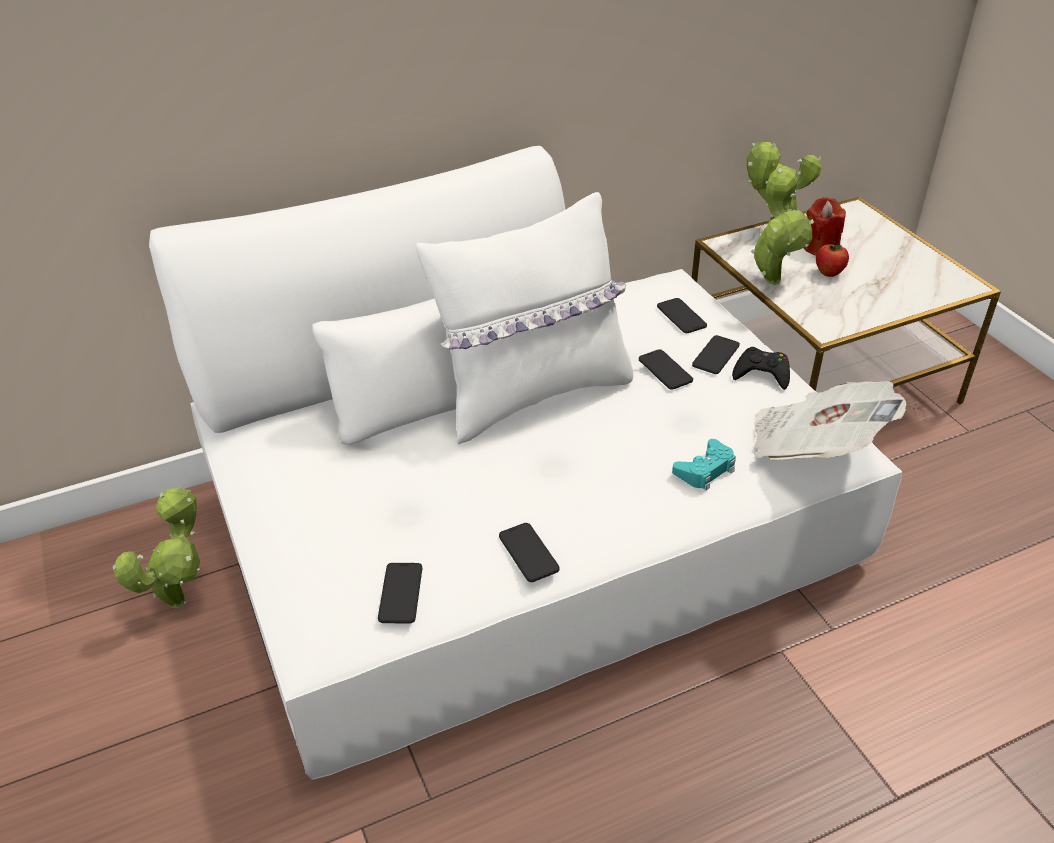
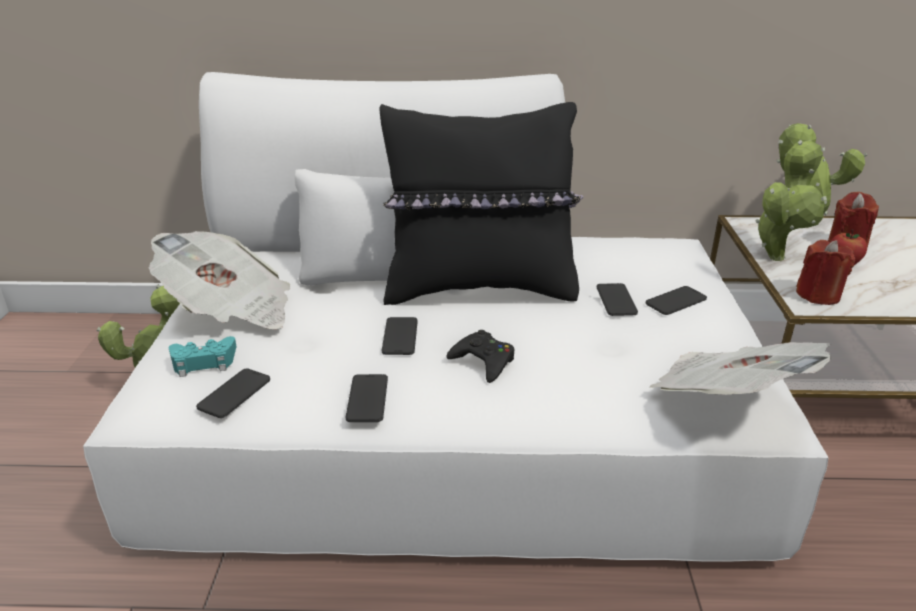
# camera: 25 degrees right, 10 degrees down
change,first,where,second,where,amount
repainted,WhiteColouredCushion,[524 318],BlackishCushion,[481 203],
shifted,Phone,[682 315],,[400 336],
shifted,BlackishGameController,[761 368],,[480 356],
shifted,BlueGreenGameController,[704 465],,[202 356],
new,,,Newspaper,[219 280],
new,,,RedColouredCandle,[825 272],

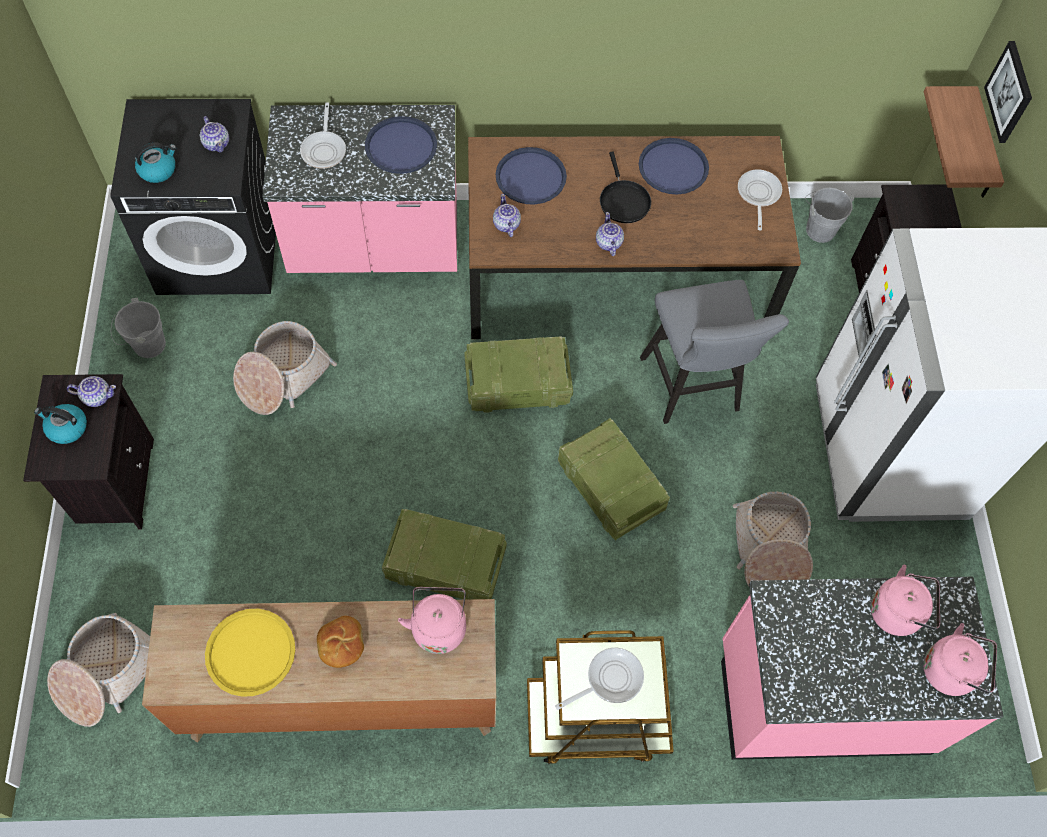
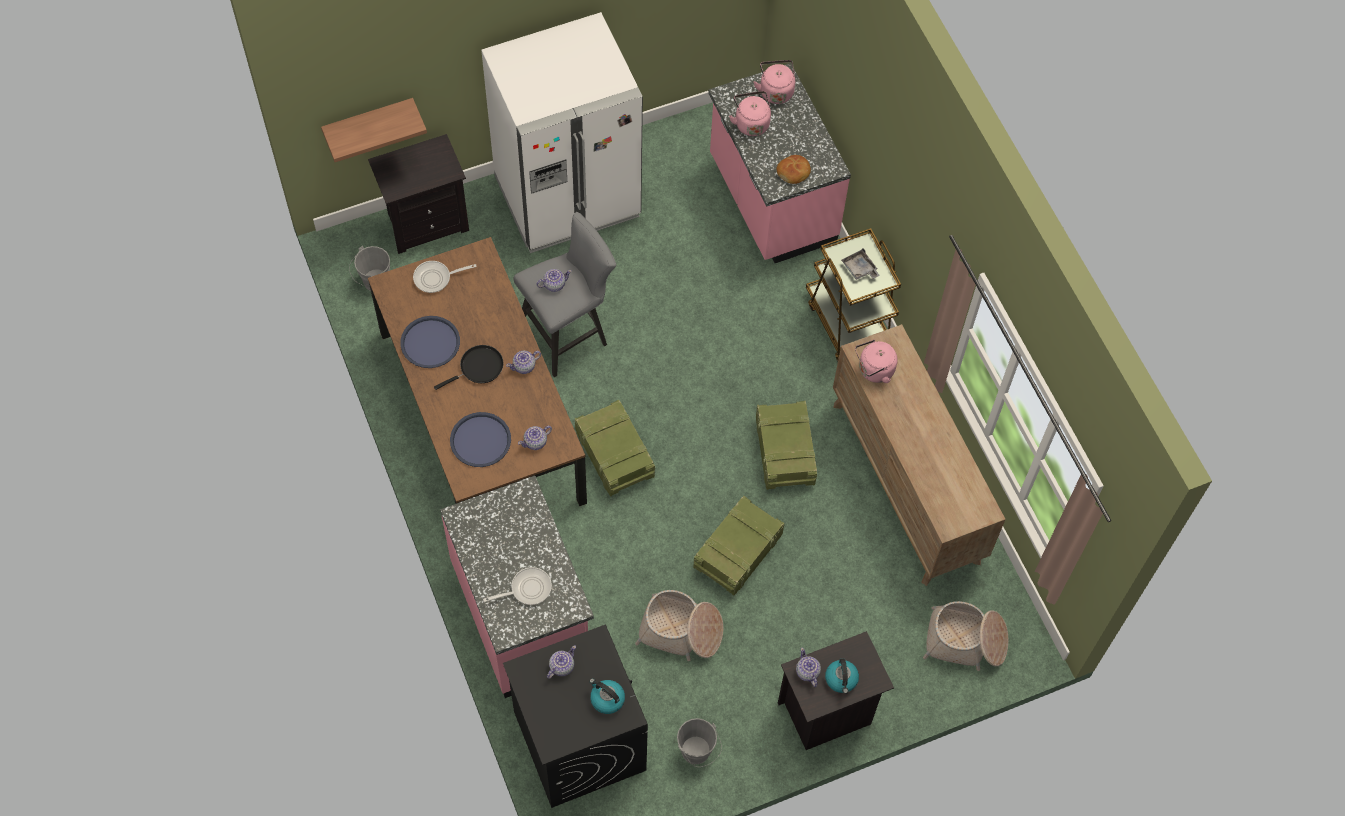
# camera: 110 degrees left, 0 degrees up
change,first,where,second,where,amount
gone,WallArt,[1008 92],,,
gone,BlueColouredServingTray,[401 145],,,
shifted,ShippingCrate,[614 479],,[738 546],
gone,Basket,[773 539],,,
gone,YellowServingTray,[250 653],,,
shifted,BakedBread,[340 642],,[794 169],
swapped,Skillet,[599 679],GreyServingTray,[860 264],
new,,,TeaPot,[554 280],

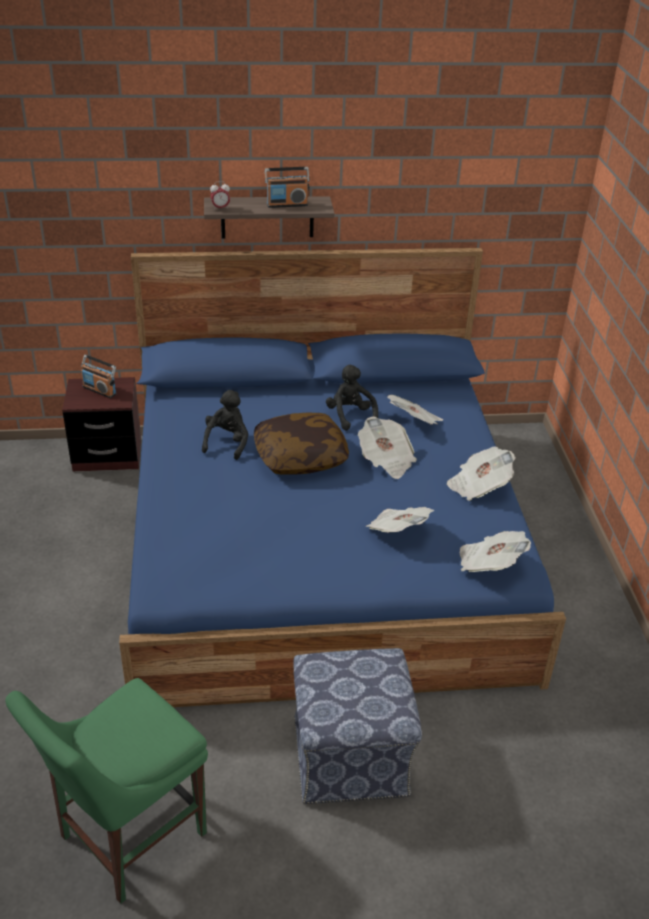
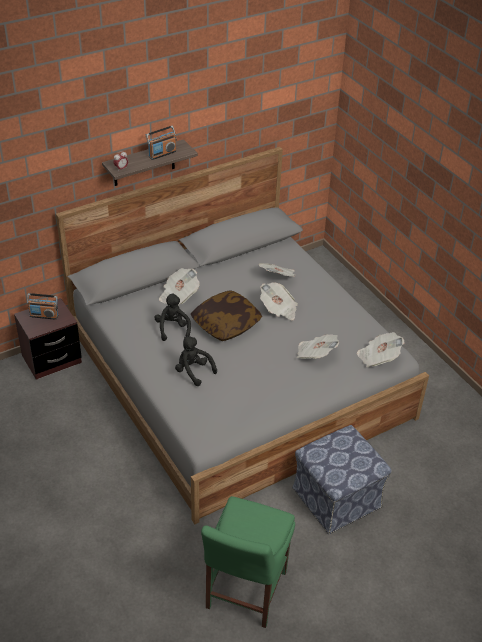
# camera: 25 degrees left, 5 degrees up
change,first,where,second,where,amount
repainted,BlueColouredSleepingBed,[342 477],GreySleepingBed,[242 335],
shifted,BlackishCuddlyToy,[352 398],,[196 361],
shifted,Newspaper,[481 474],,[179 287],

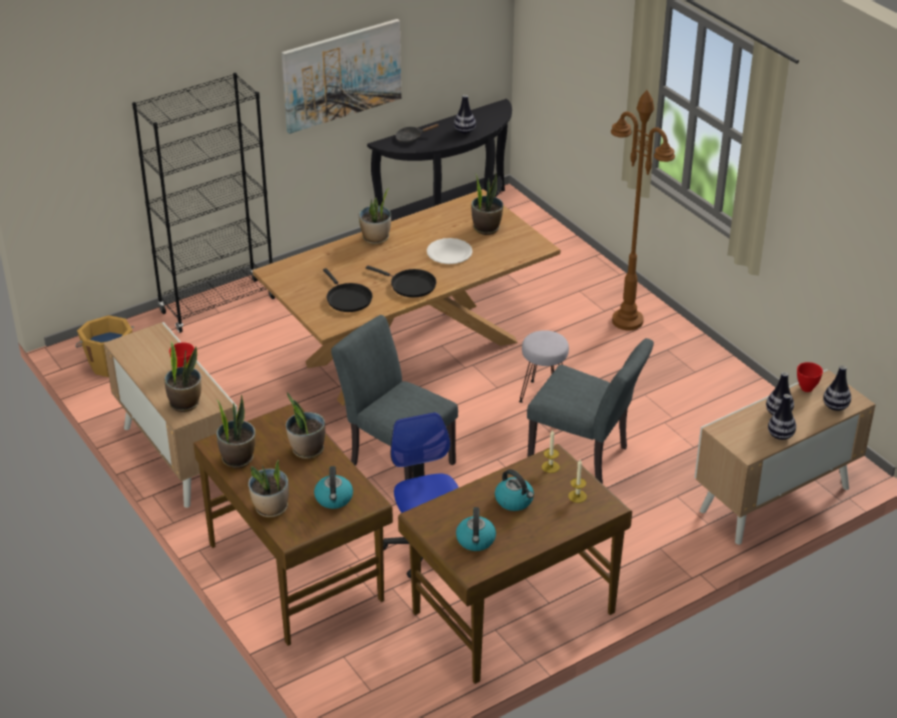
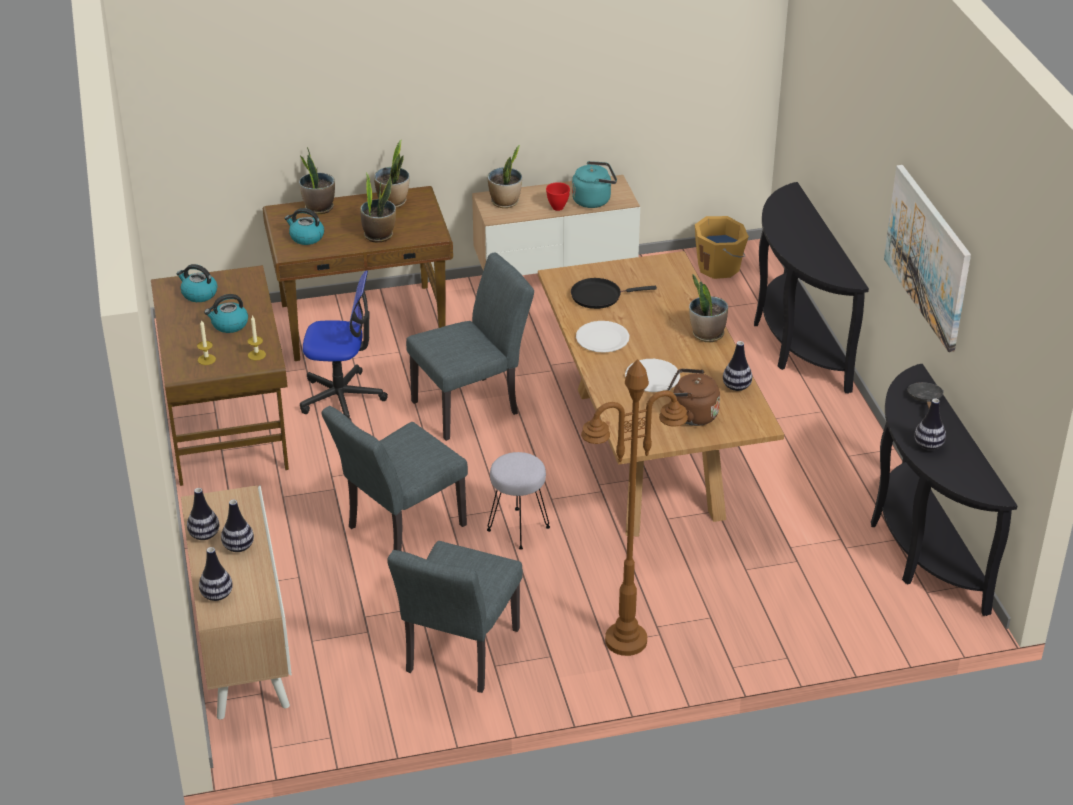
# camera: 110 degrees right, 0 degrees up
change,first,where,second,where,amount
swapped,BlackishBookshelf,[203 203],BlackishHallTable,[811 288],
swapped,Houseplant,[487 204],BrownWaterKettle,[693 397],
swapped,BlackishSkillet,[401 281],WhiteColouredFlatDish,[602 337],
gone,RedColouredBowl,[810 377],,,
new,,,BlueGreenWaterKettle,[594 184],
new,,,FlowerVase,[737 366],
new,,,GreyUprightChair,[455 617],

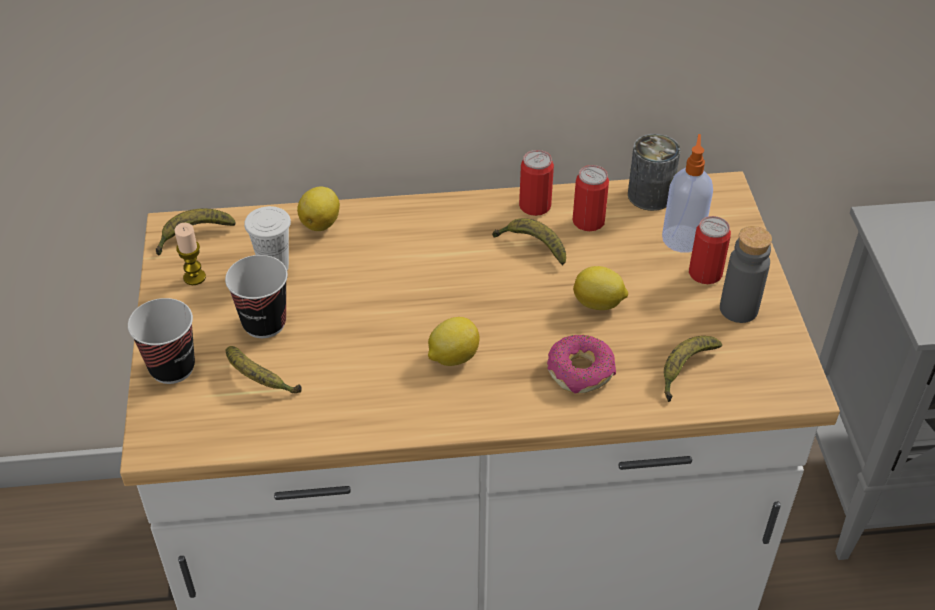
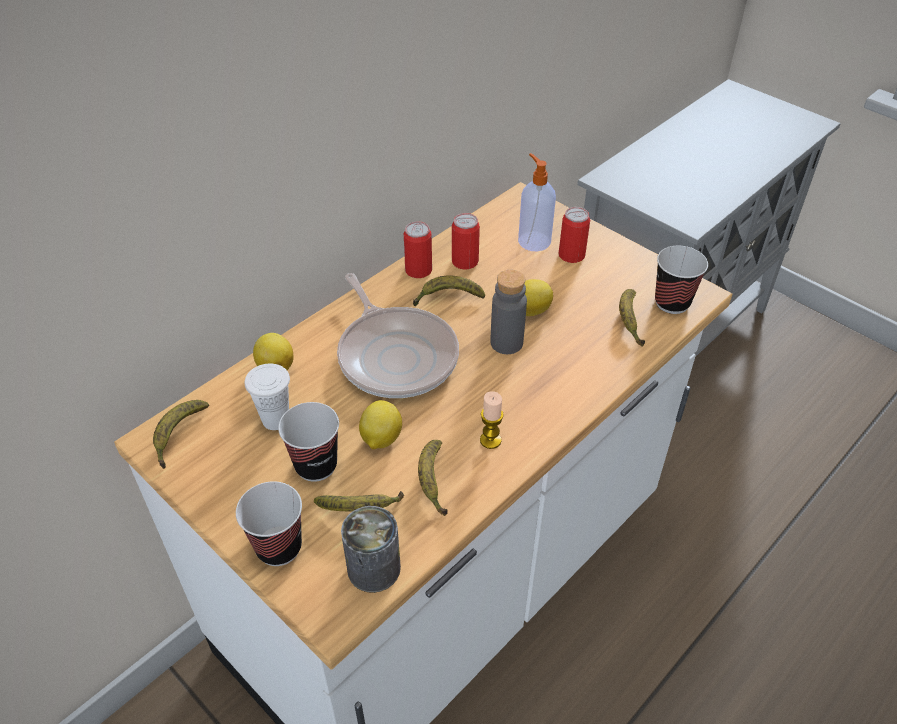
# camera: 40 degrees left, 0 degrees up
change,first,where,second,where,amount
shifted,SealedCan,[654 172],,[371 549],
shifted,Candle,[190 254],,[492 420],
shifted,GreyDrinkBottle,[746 274],,[508 312],
shifted,WholeLemon,[454 341],,[380 424],
gone,RingDoughnut,[581 364],,,
new,,,Cup,[681 280],
new,,,Skillet,[398 335],
new,,,Banana,[432 478],

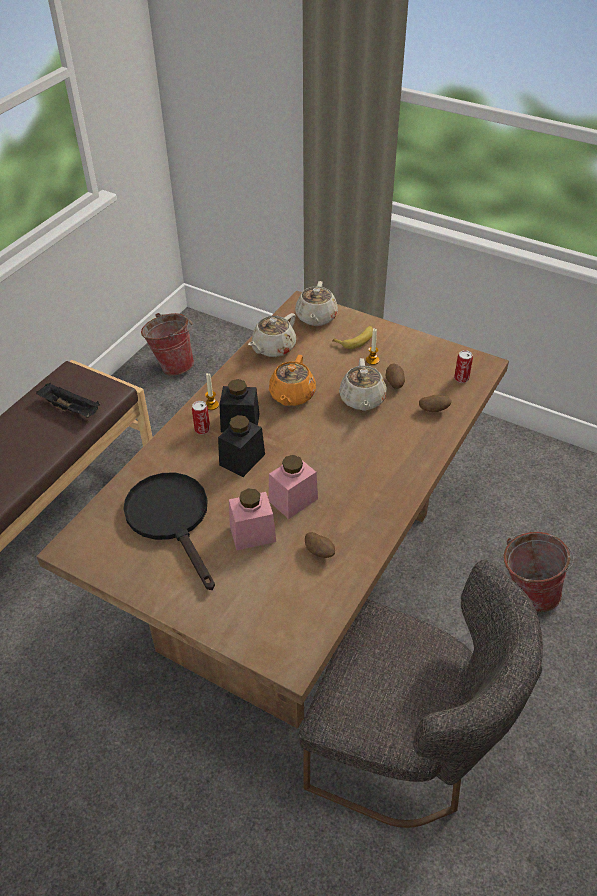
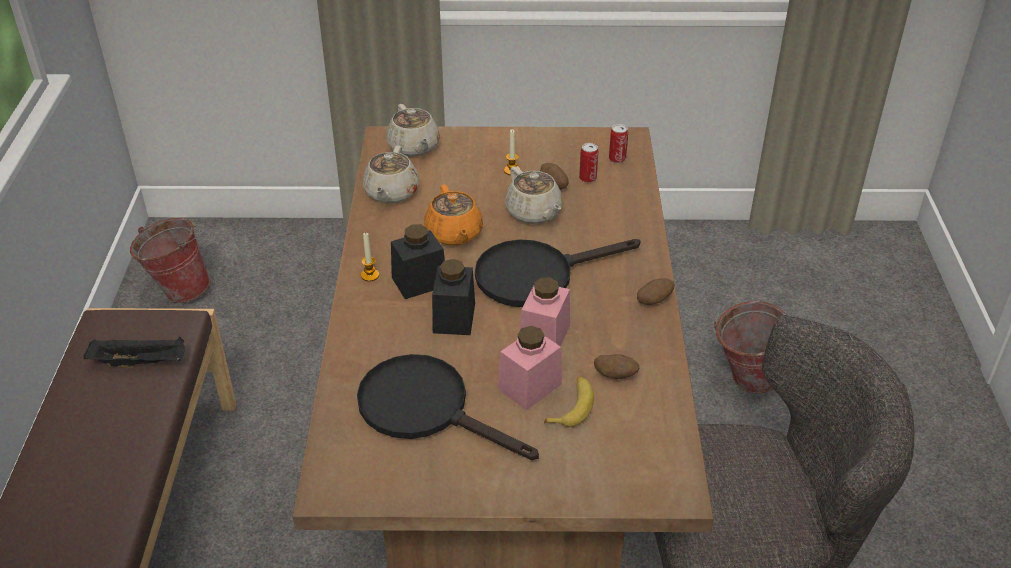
# camera: 30 degrees left, 5 degrees down
change,first,where,second,where,amount
shifted,Banana,[352 337],,[569 401],
shifted,Potato,[435 403],,[656 291],
shifted,SealedCan,[201 417],,[589 163],
new,,,BlackishSkillet,[558 273],

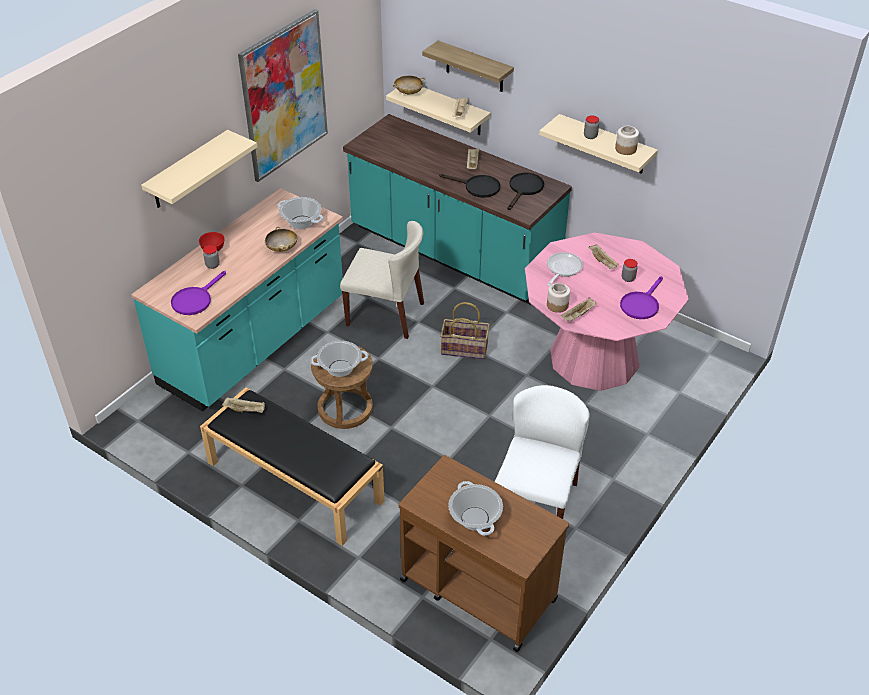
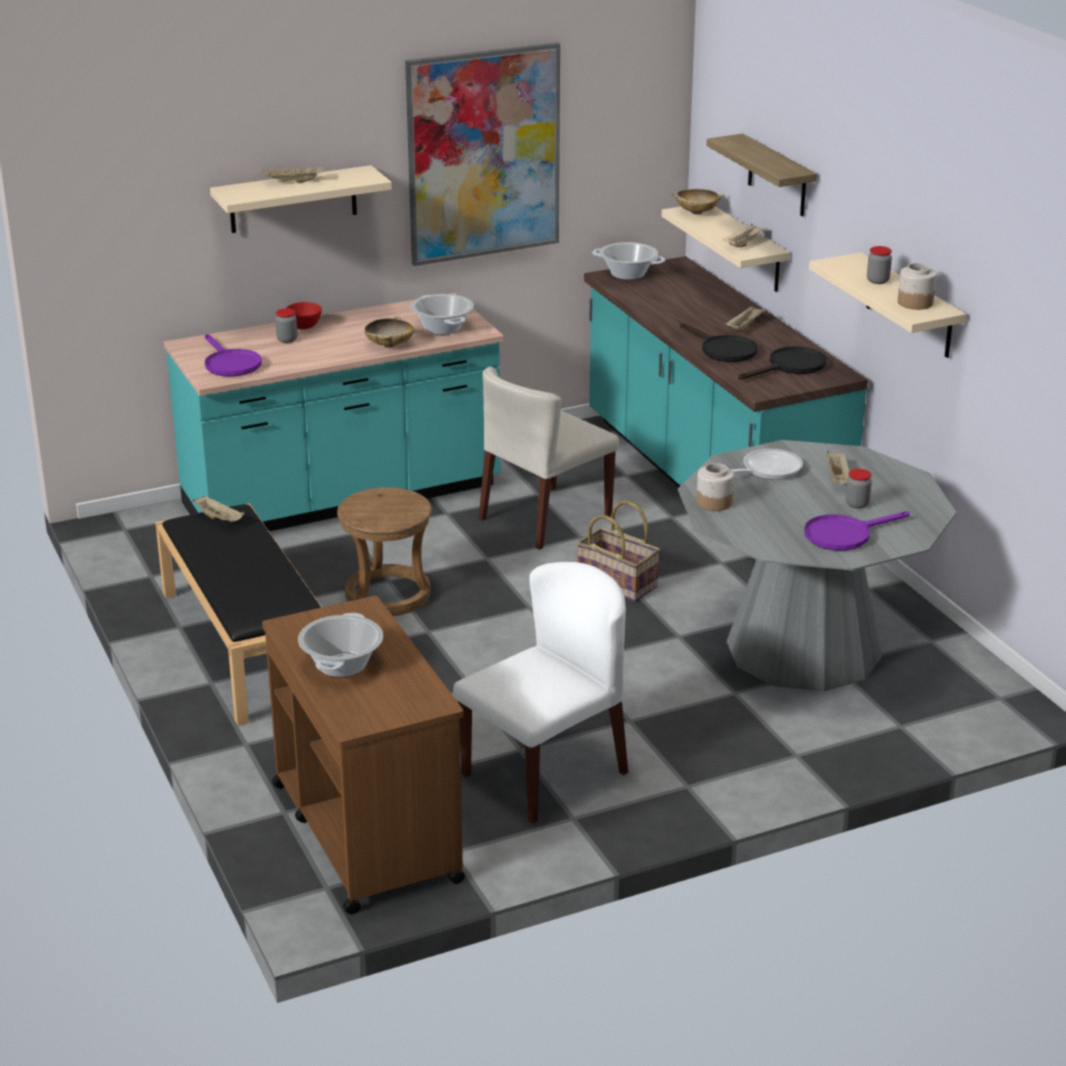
# camera: 30 degrees right, 15 degrees down
change,first,where,second,where,amount
rotated,BeigeColouredUprightChair,[382 280],,[549 458],90 degrees clockwise
repainted,PinkColouredDiningTable,[607 311],GreyDiningTable,[817 565],
rotated,PurpleSkillet,[198 293],,[233 355],90 degrees counterclockwise
shifted,BeigeColouredServingTray,[579 309],,[293 174],
shifted,Saucepot,[339 359],,[628 261],

